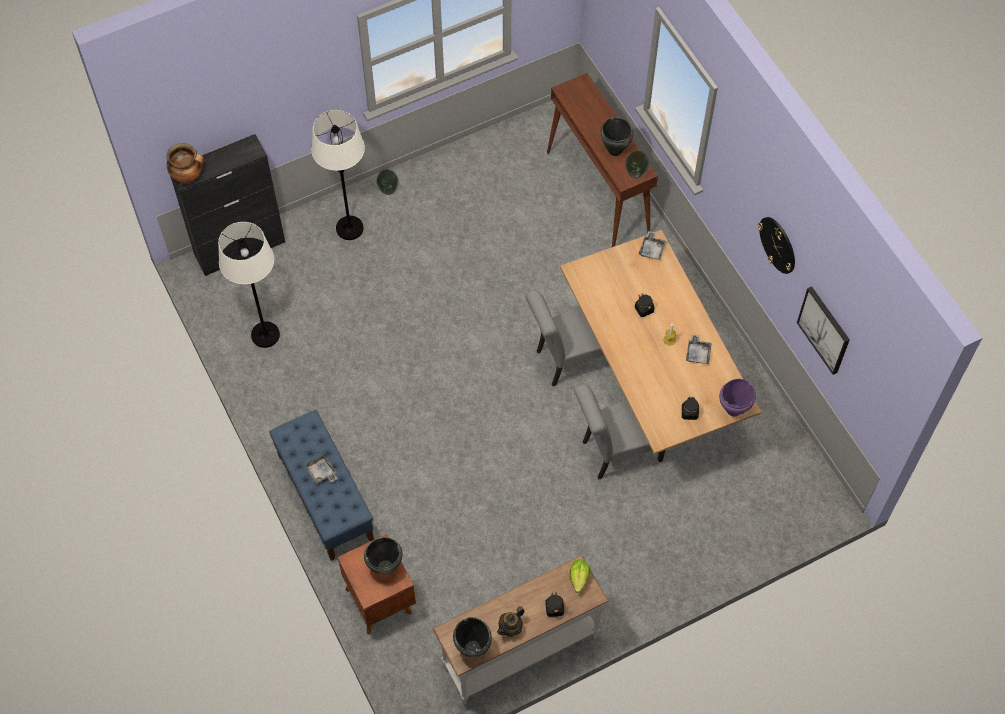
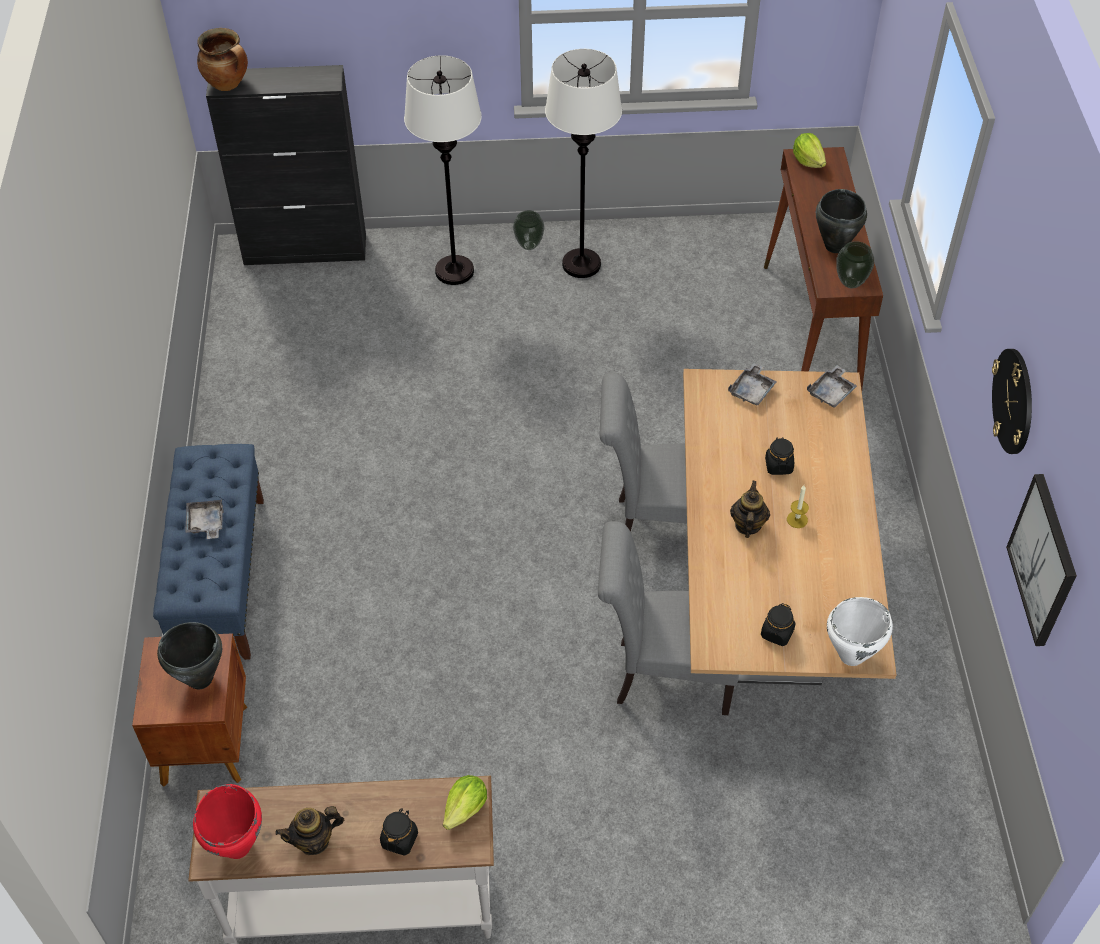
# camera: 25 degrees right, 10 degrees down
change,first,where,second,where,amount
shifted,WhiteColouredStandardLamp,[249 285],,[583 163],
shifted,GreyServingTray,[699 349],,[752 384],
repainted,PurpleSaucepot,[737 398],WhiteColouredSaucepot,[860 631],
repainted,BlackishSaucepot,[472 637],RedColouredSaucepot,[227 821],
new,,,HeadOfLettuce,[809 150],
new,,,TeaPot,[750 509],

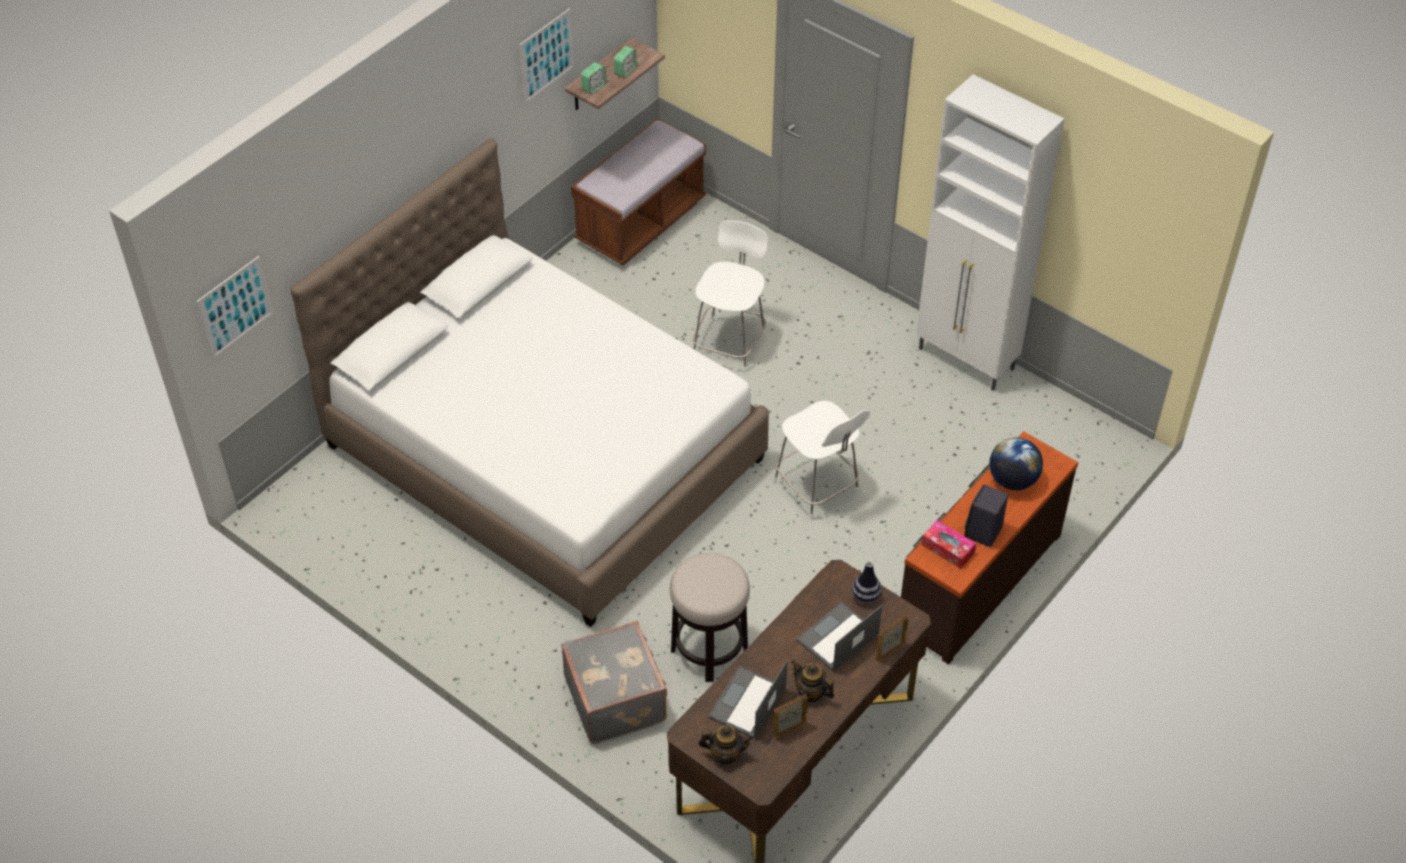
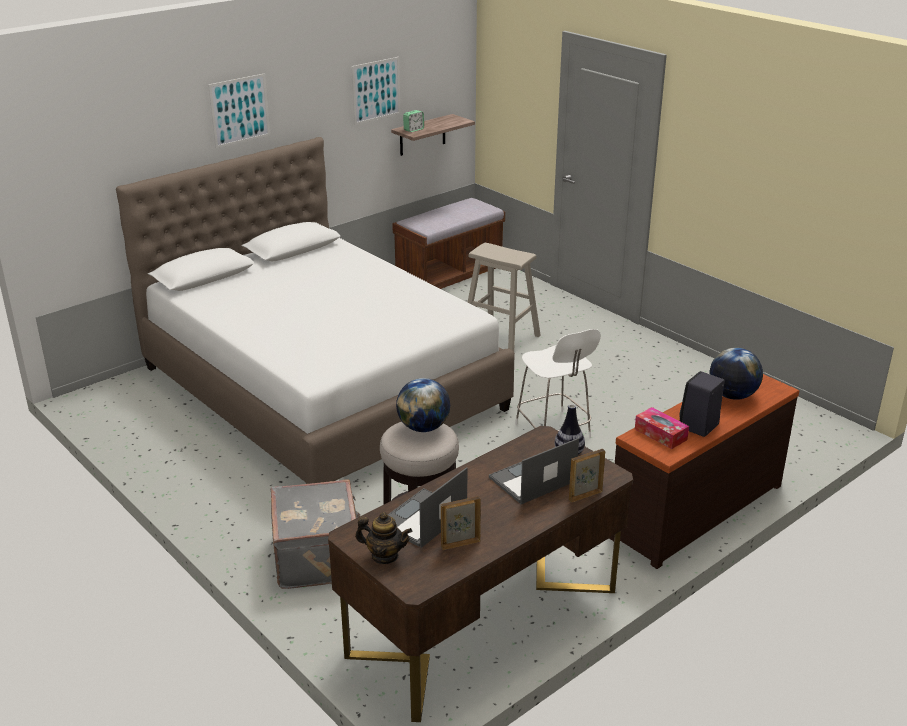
# camera: 10 degrees right, 20 degrees down
change,first,where,second,where,amount
gone,BedsideClock,[625 62],,,
gone,WhiteColouredCupboard,[990 232],,,
swapped,WhiteColouredUprightChair,[730 296],BeigeColouredStoolSeat,[504 297],
shifted,WallArt,[235 307],,[239 110],
gone,TeaPot,[813 681],,,
new,,,Globe,[423 405],

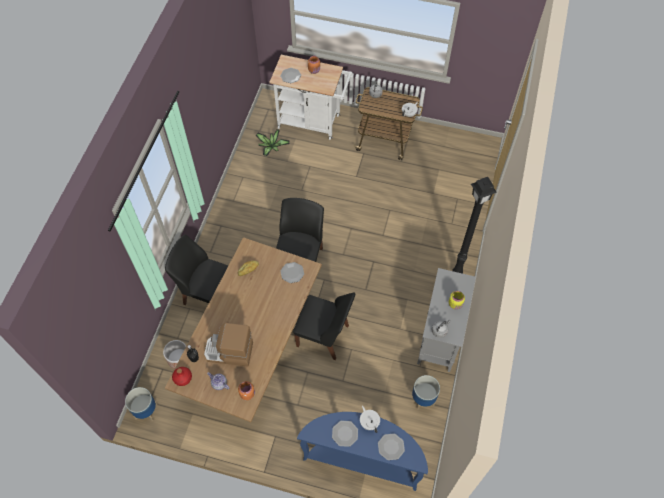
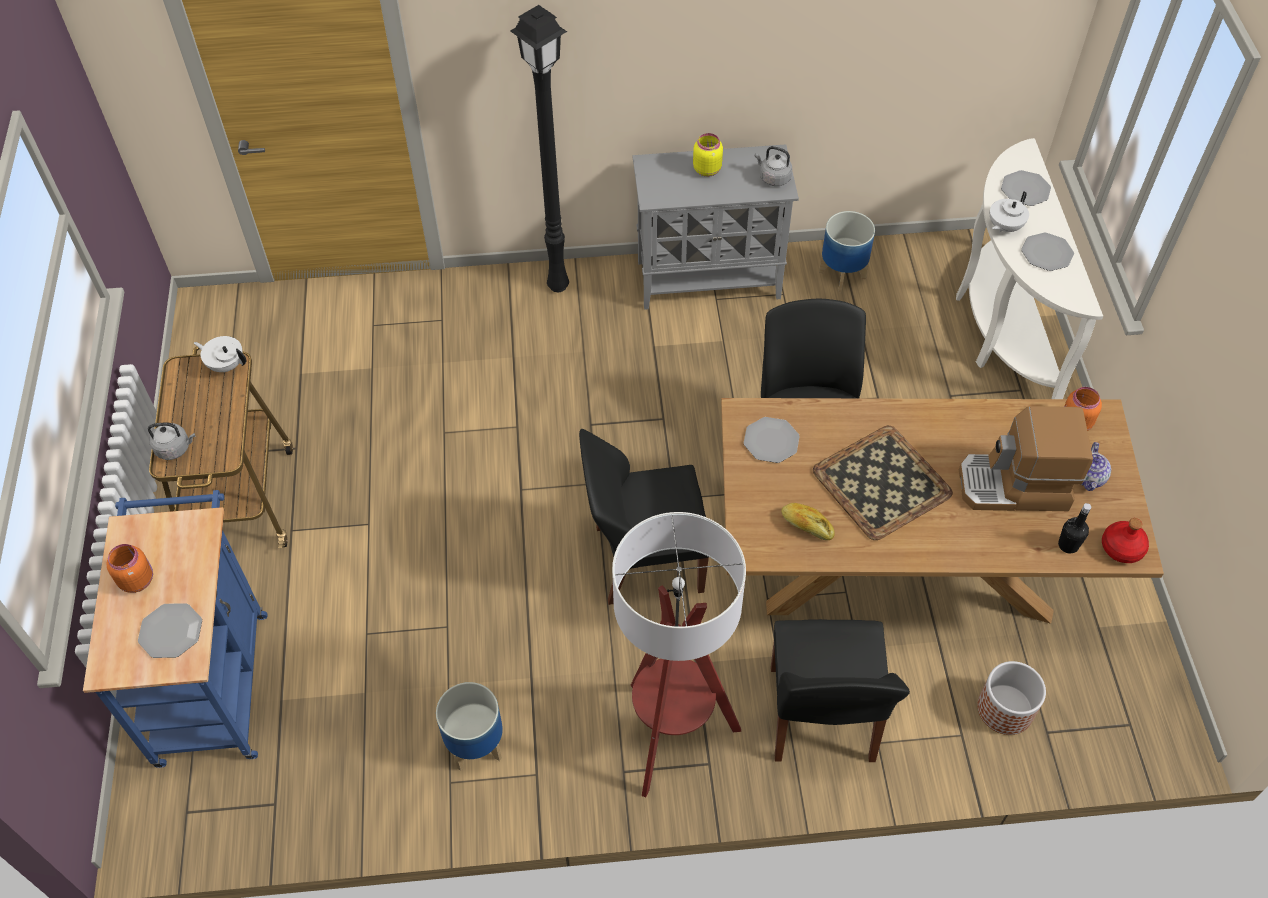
# camera: 110 degrees left, 5 degrees down
change,first,where,second,where,amount
repainted,WhiteColouredCart,[311 97],BlueColouredCart,[175 629],
gone,Houseplant,[273 142],,,
rotated,CoffeeBrewer,[228 345],,[1026 458],105 degrees clockwise
shifted,Planter,[141 404],,[469 726],
repainted,BlueColouredHallTable,[362 451],WhiteColouredHallTable,[1029 268],
new,,,ServingTray,[883 483],
new,,,StandardLamp,[679 655],

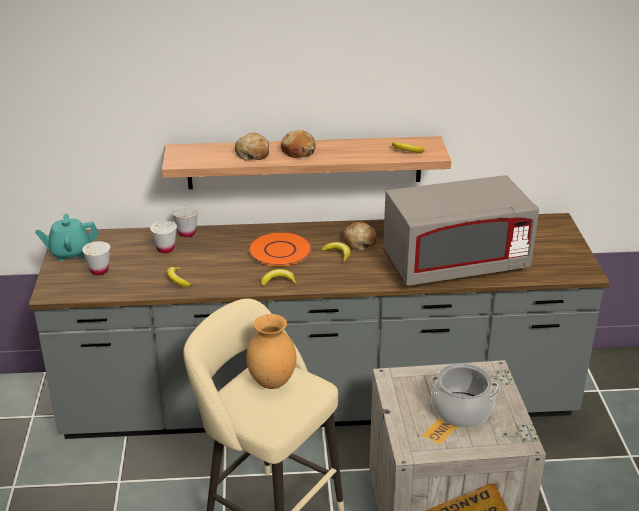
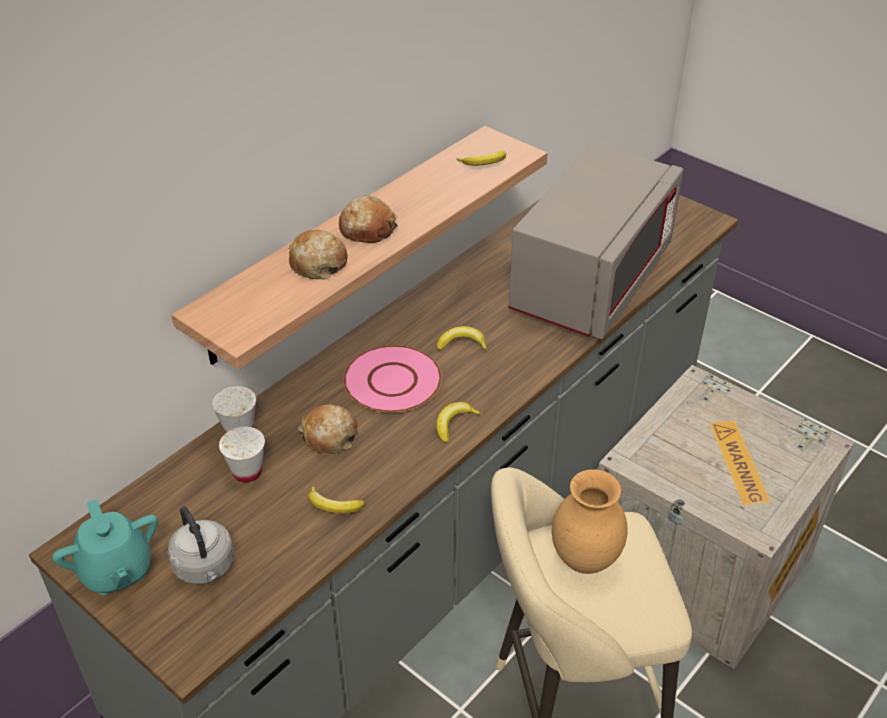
# camera: 45 degrees left, 10 degrees up
change,first,where,second,where,amount
rotated,BlueGreenTeaPot,[67 237],,[105 547],60 degrees counterclockwise
shifted,BakedBread,[360 236],,[327 429],
repainted,OrangeyFlatDish,[280 249],PinkColouredFlatDish,[392 379],
swapped,WhiteColouredCup,[96 258],GreyWaterKettle,[200 545],
gone,Saucepot,[464 395],,,

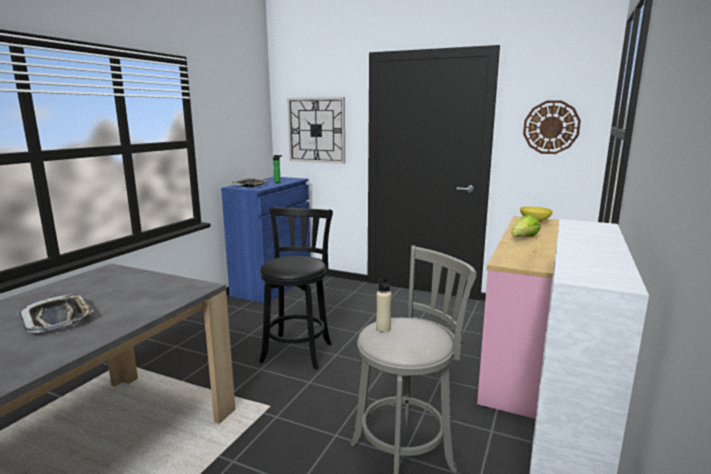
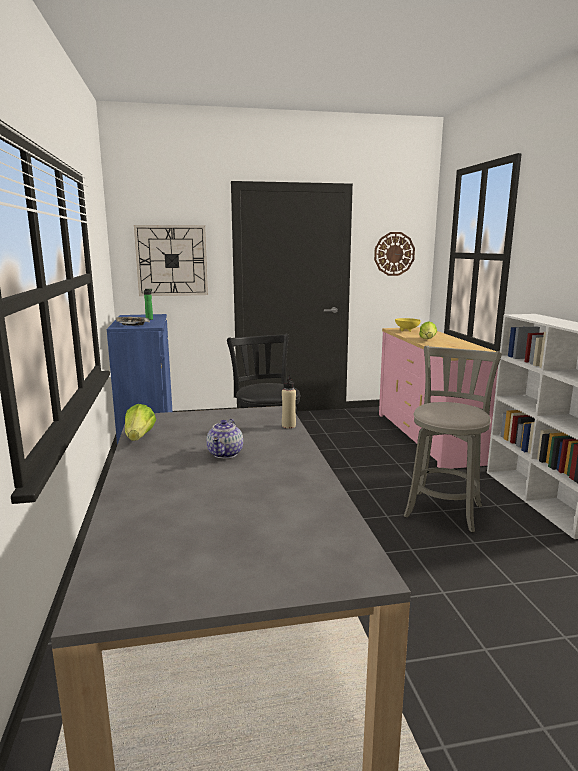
# camera: 35 degrees left, 0 degrees up
change,first,where,second,where,amount
shifted,BeigeColouredDrinkBottle,[384 305],,[289 401],
swapped,ServingTray,[56 313],TeaPot,[224 439],
new,,,HeadOfLettuce,[140 422],

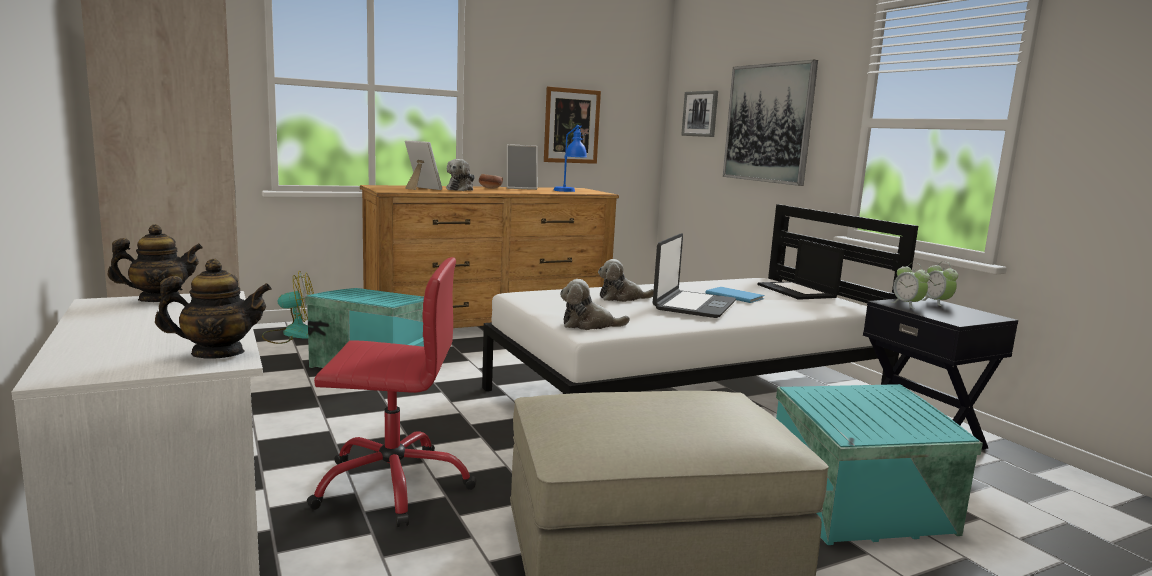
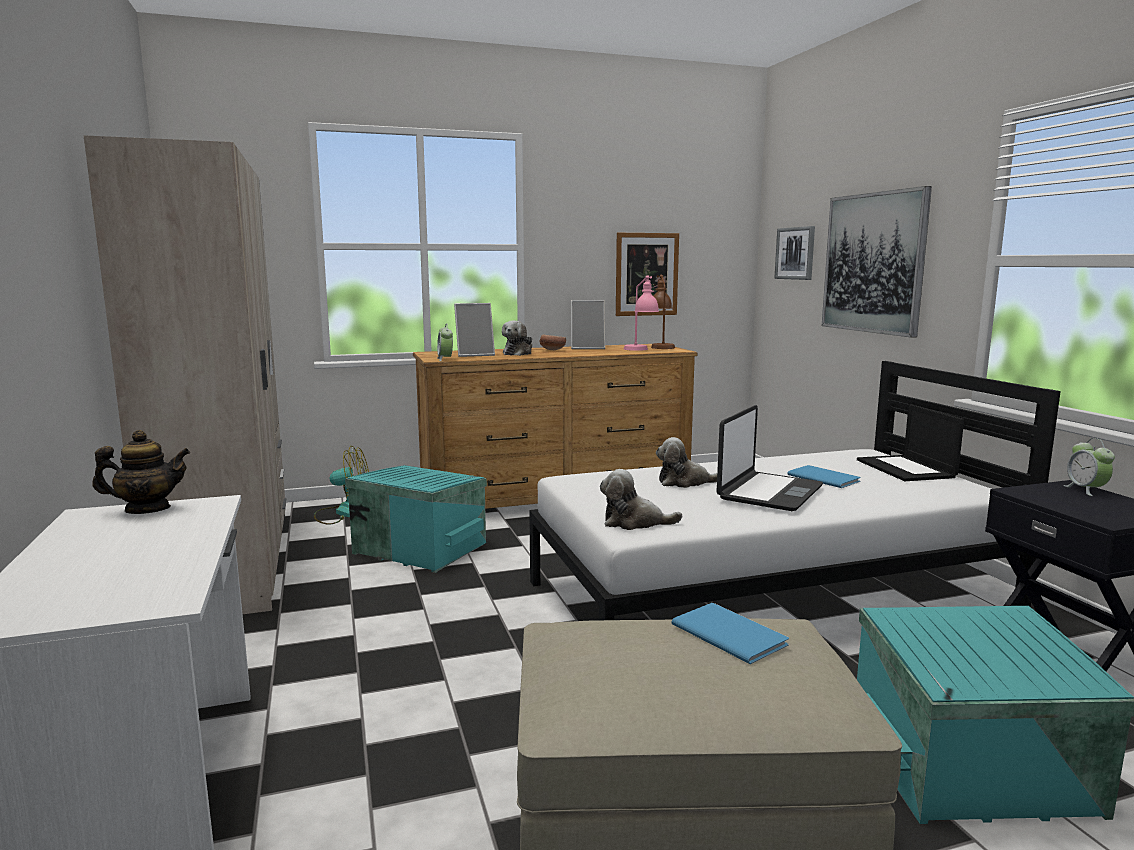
# camera: 10 degrees right, 0 degrees up
change,first,where,second,where,amount
repainted,BlueColouredTabletopLamp,[570 158],PinkColouredTabletopLamp,[641 313],
rotated,PictureFrame,[423 165],,[474 330],120 degrees clockwise
gone,RedColouredComputerChair,[392 392],,,
gone,TeaPot,[213 309],,,
shifted,BedsideClock,[911 286],,[445 343],
new,,,BrownTabletopLamp,[663 312],
new,,,BlueColouredBook,[730 633],

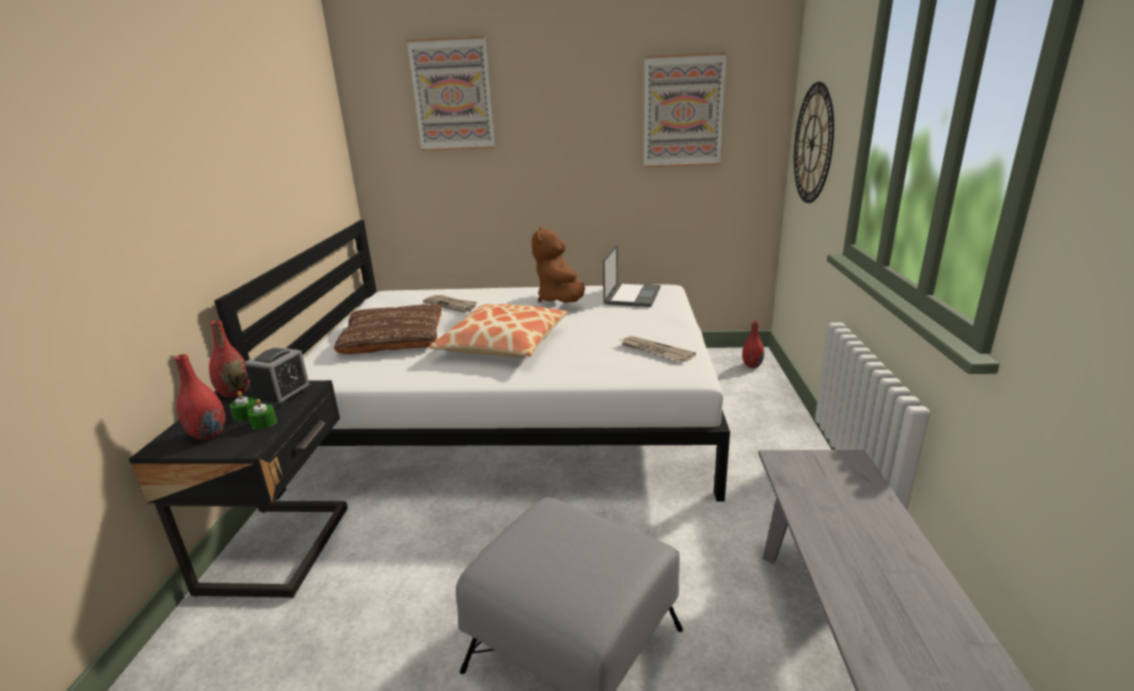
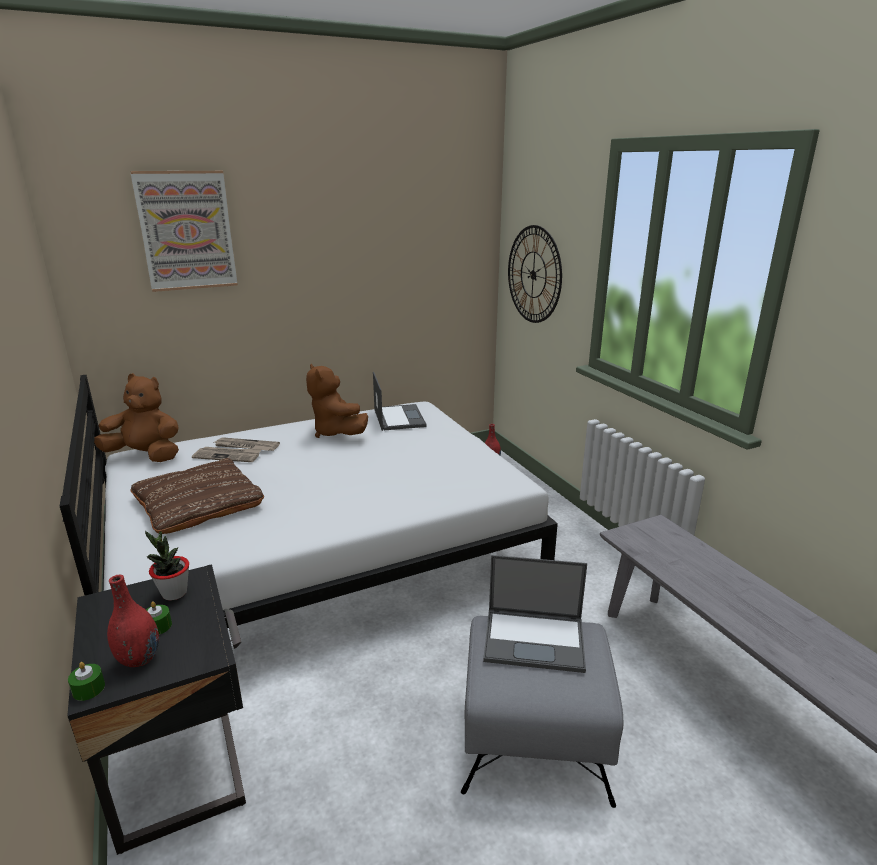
# camera: 30 degrees left, 0 degrees up
change,first,where,second,where,amount
gone,WallArt,[685 110],,,
gone,Cushion,[498 331],,,
gone,RedColouredFlowerVase,[229 358],,,
shifted,Newspaper,[658 349],,[247 444],
swapped,BedsideClock,[278 377],Houseplant,[167 566],
shifted,GreenCandle,[262 414],,[86 681],
new,,,BrownCuddlyToy,[136 417],
new,,,NotebookComputer,[535 614],

